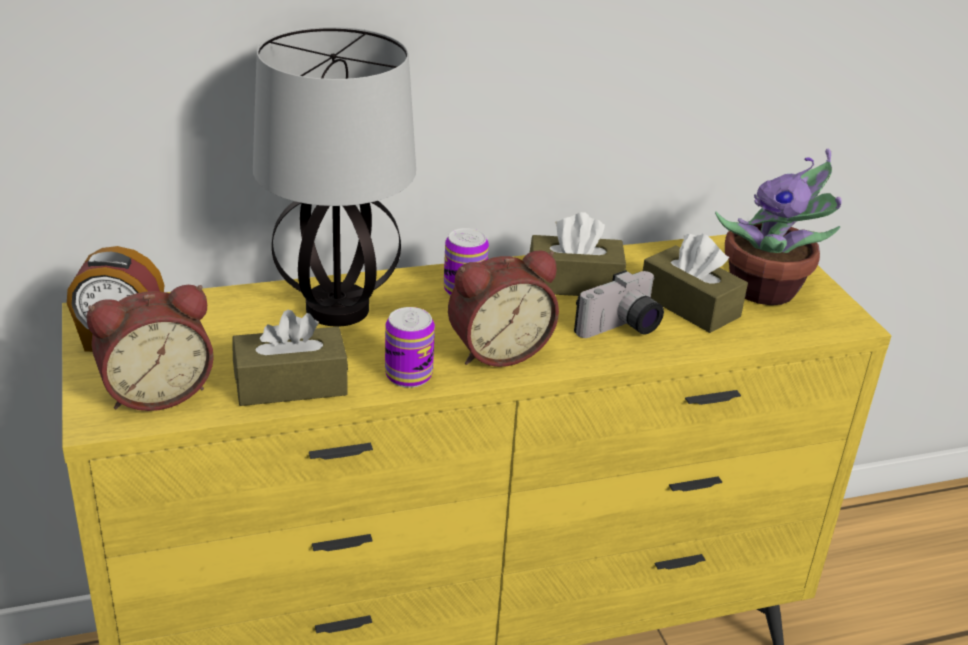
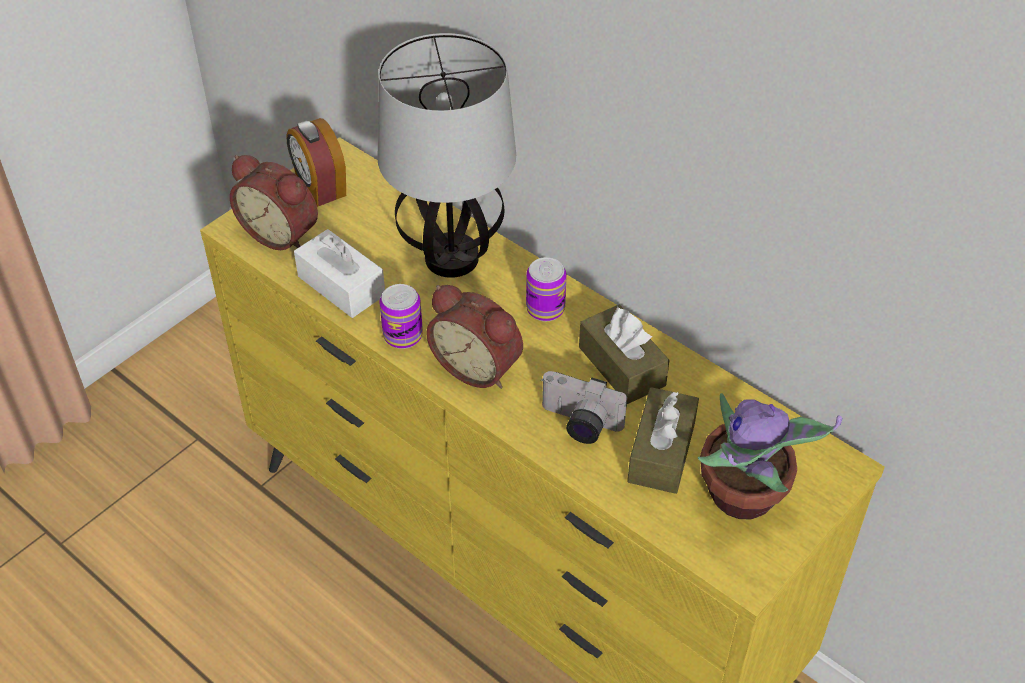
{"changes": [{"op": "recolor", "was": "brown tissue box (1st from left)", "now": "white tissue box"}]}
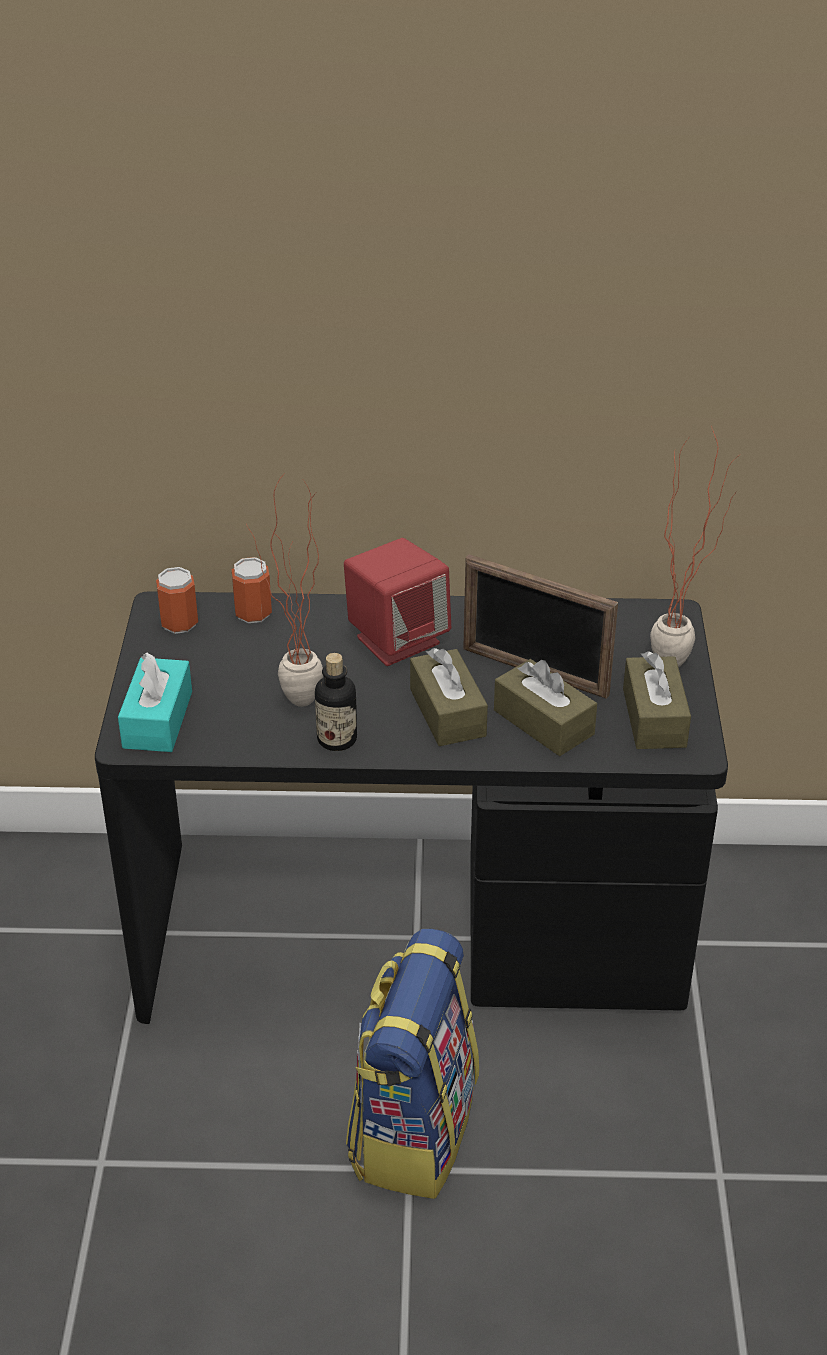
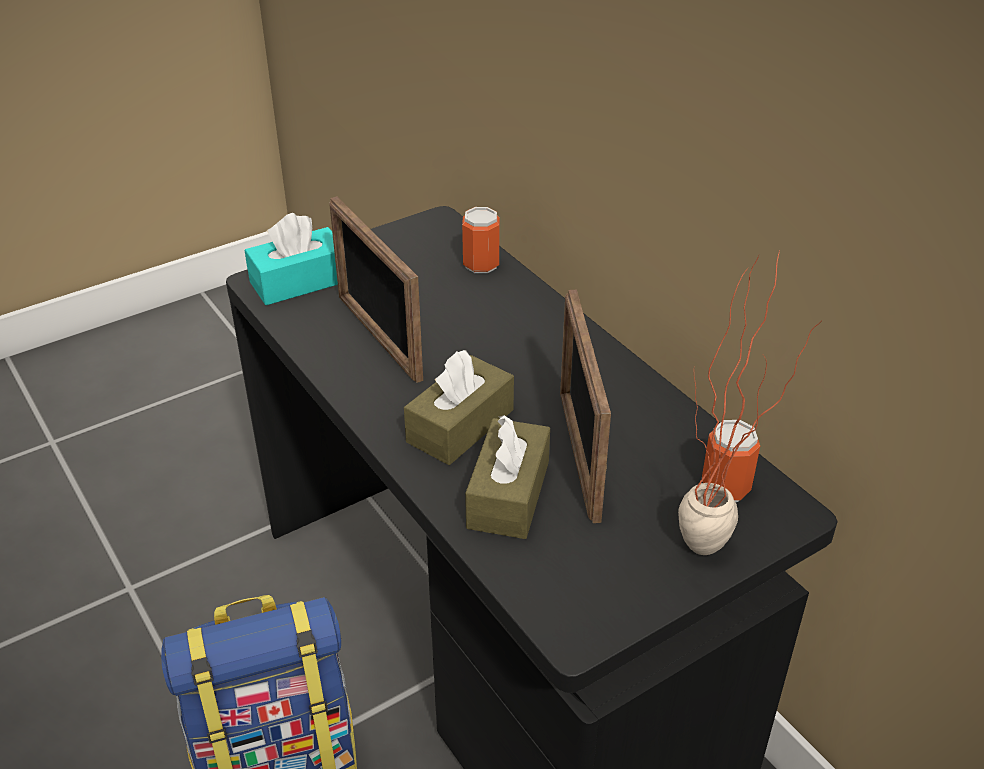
{"changes": [{"op": "replace", "was": "potted plant (1st from left)", "now": "picture frame (1st from left)"}, {"op": "delete", "was": "red speaker"}, {"op": "move", "was": "can (1st from left in the first image)", "now": "can (2nd from left)"}, {"op": "delete", "was": "brown tissue box (3rd from left)"}, {"op": "delete", "was": "bottle"}]}
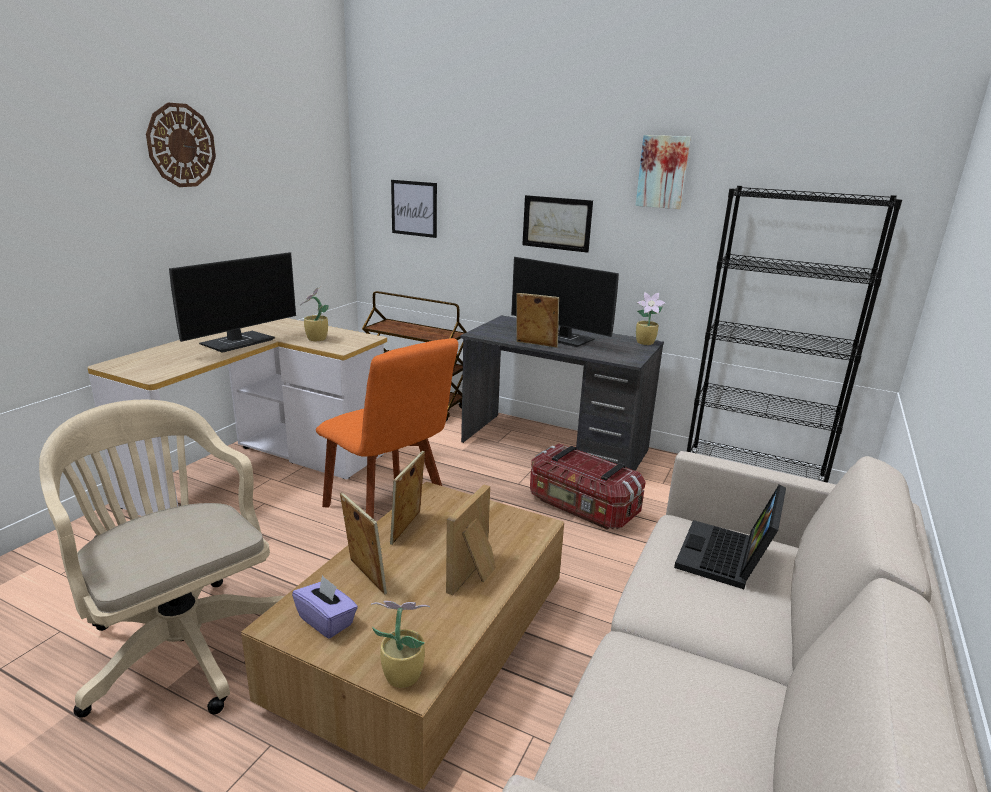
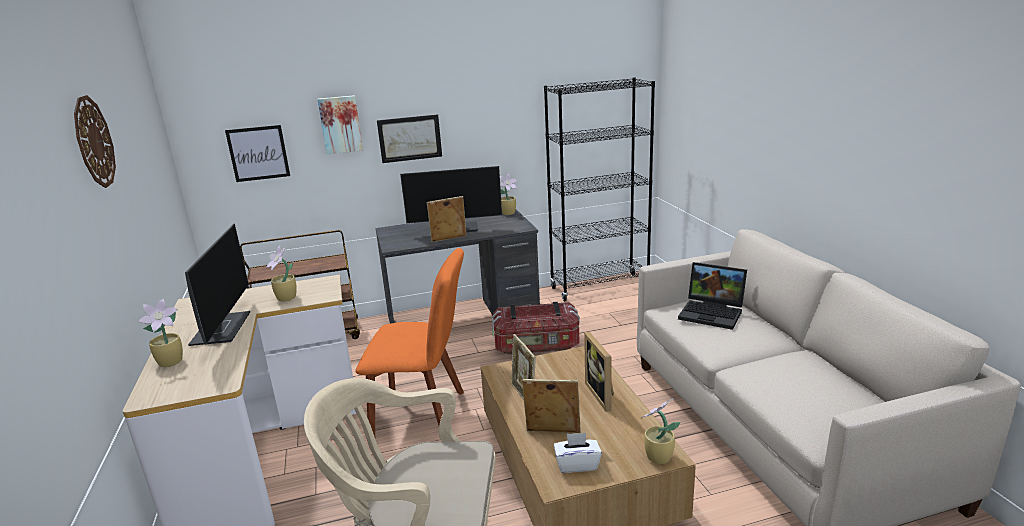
{"changes": [{"op": "move", "was": "picture (3rd from left in the first image)", "now": "picture (2nd from left)"}, {"op": "rotate", "was": "laptop", "clockwise": -45}, {"op": "recolor", "was": "purple tissue box", "now": "white tissue box"}, {"op": "insert", "now": "potted plant (1st from left)"}]}
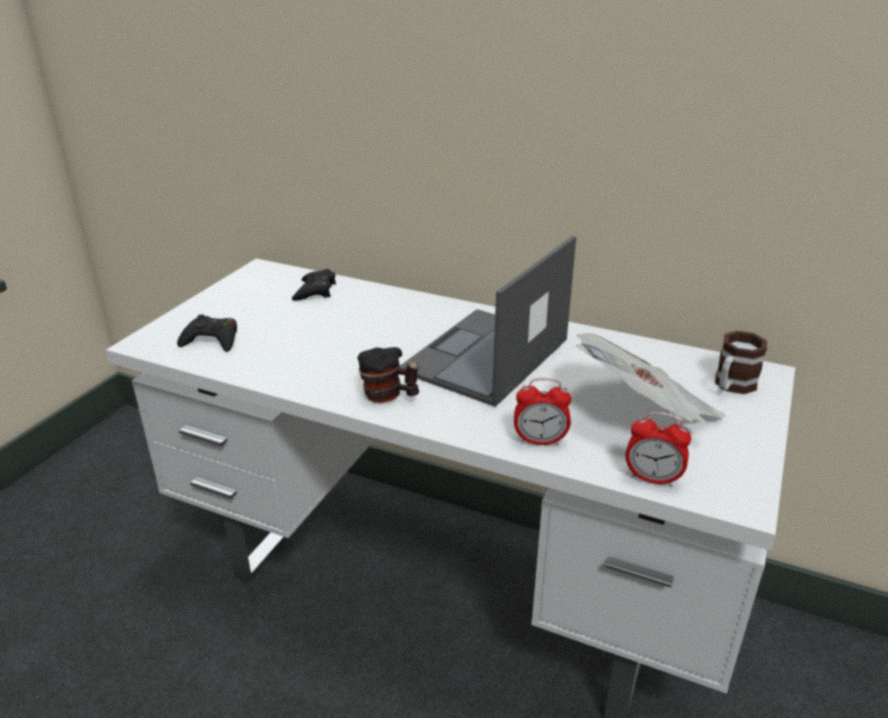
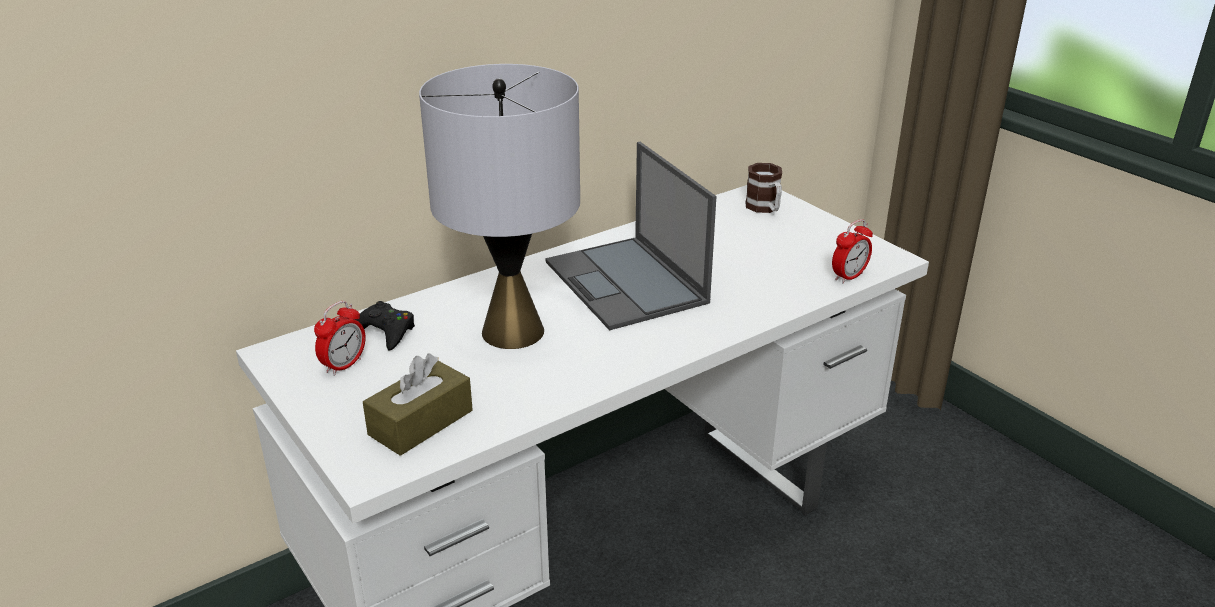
{"changes": [{"op": "replace", "was": "black game controller (1st from left)", "now": "brown tissue box"}, {"op": "delete", "was": "newspaper"}, {"op": "delete", "was": "mug (1st from left)"}, {"op": "move", "was": "alarm clock (1st from left)"}, {"op": "insert", "now": "grey table lamp"}]}
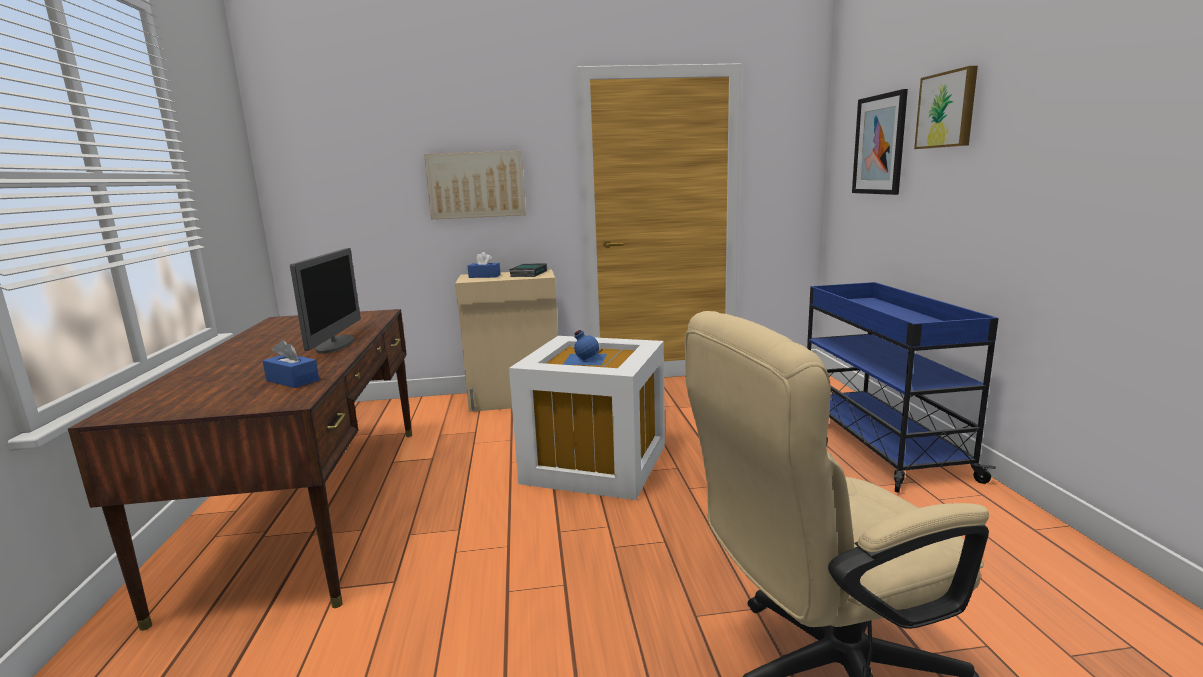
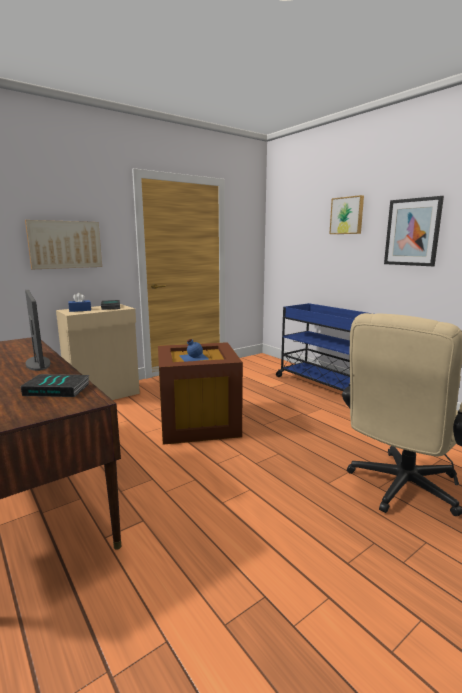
{"changes": [{"op": "move", "was": "picture (2nd from left in the first image)", "now": "picture (3rd from left)"}, {"op": "recolor", "was": "white storage box", "now": "brown storage box"}, {"op": "replace", "was": "blue tissue box (1st from left)", "now": "book (1st from left)"}]}
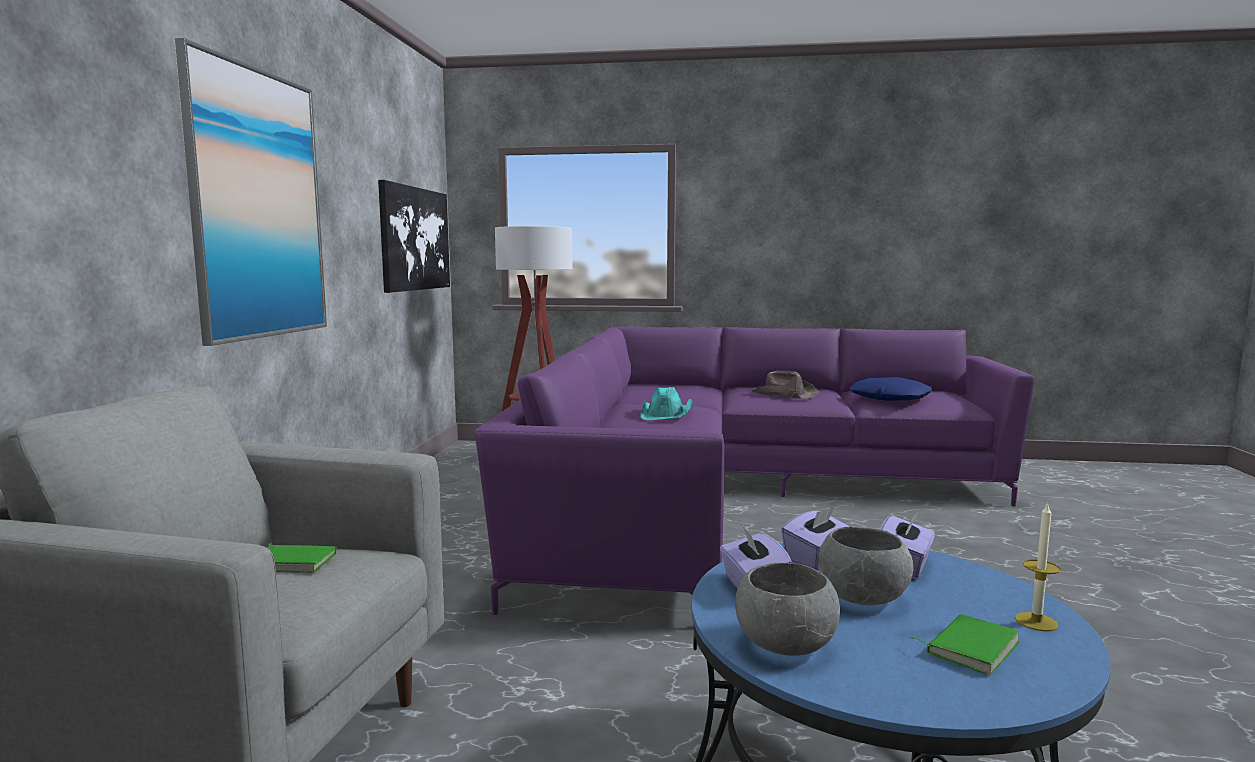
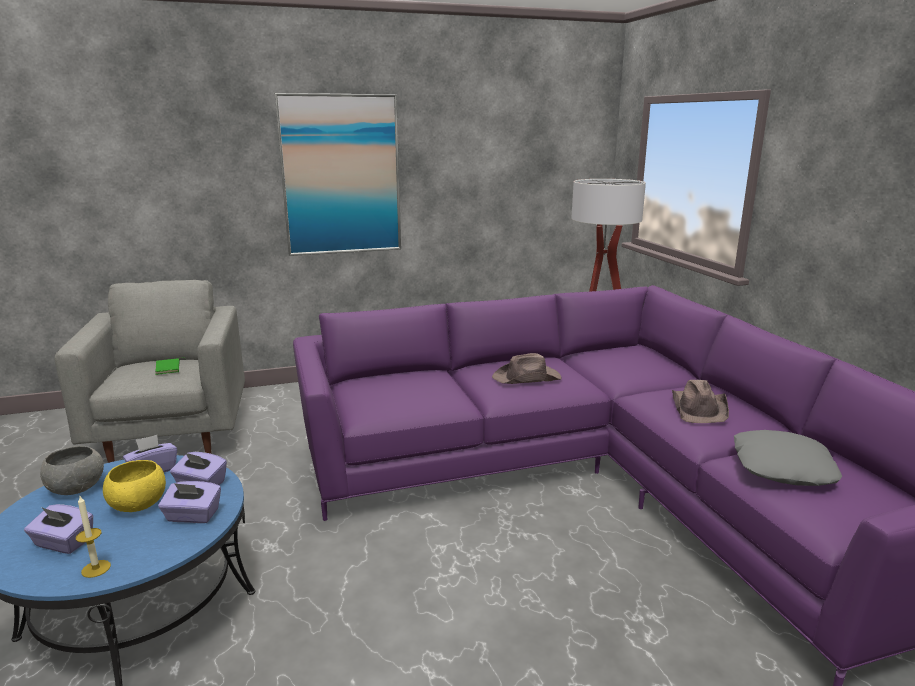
{"changes": [{"op": "delete", "was": "picture (2nd from left)"}, {"op": "recolor", "was": "blue pillow", "now": "grey pillow"}, {"op": "recolor", "was": "turquoise hat", "now": "brown hat (1st from left)"}, {"op": "recolor", "was": "grey bowl (2nd from left)", "now": "yellow bowl"}, {"op": "replace", "was": "green book (2nd from left)", "now": "purple tissue box (1st from left)"}]}
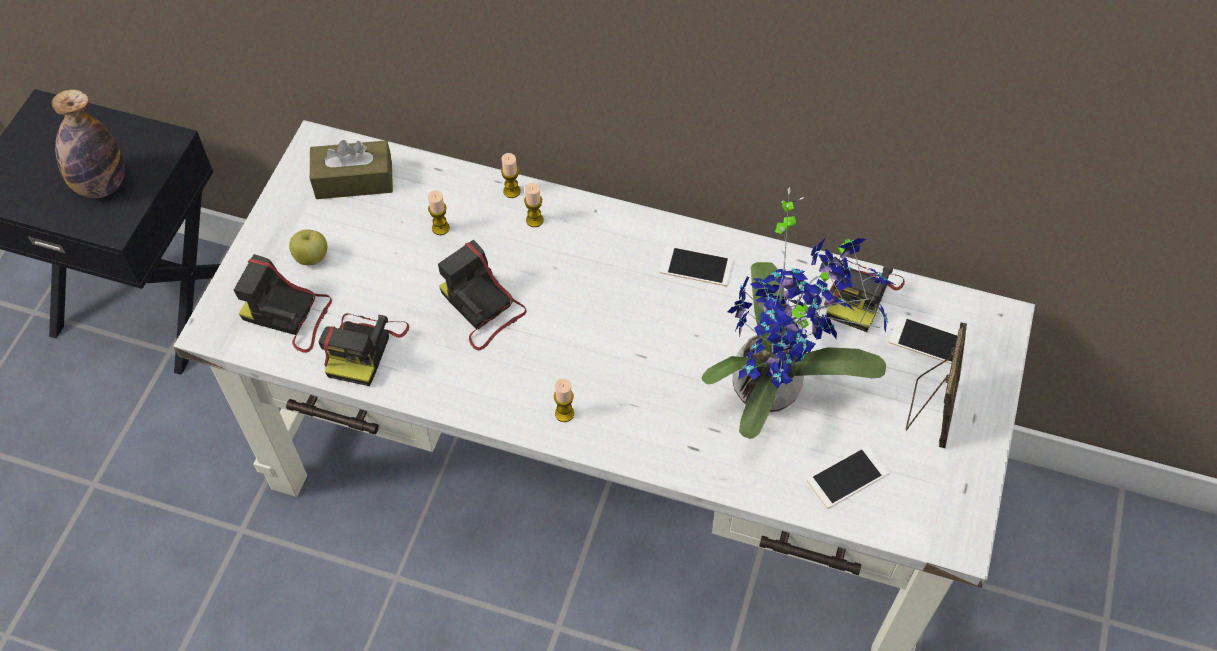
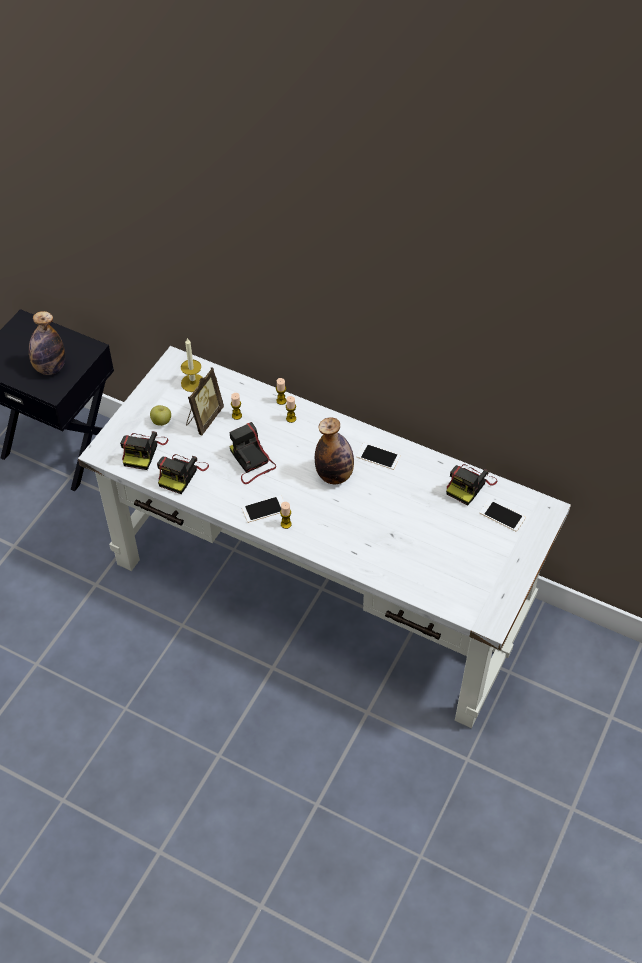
{"changes": [{"op": "replace", "was": "brown tissue box", "now": "candle (1st from left)"}, {"op": "delete", "was": "potted plant"}, {"op": "rotate", "was": "photo camera (1st from left)", "clockwise": -105}, {"op": "move", "was": "picture frame"}, {"op": "move", "was": "phone (2nd from left in the first image)", "now": "phone (1st from left)"}, {"op": "insert", "now": "bottle (2nd from left)"}]}
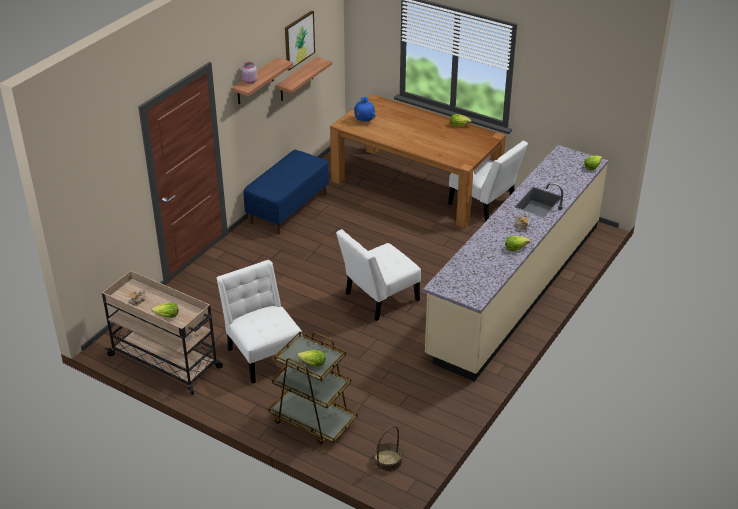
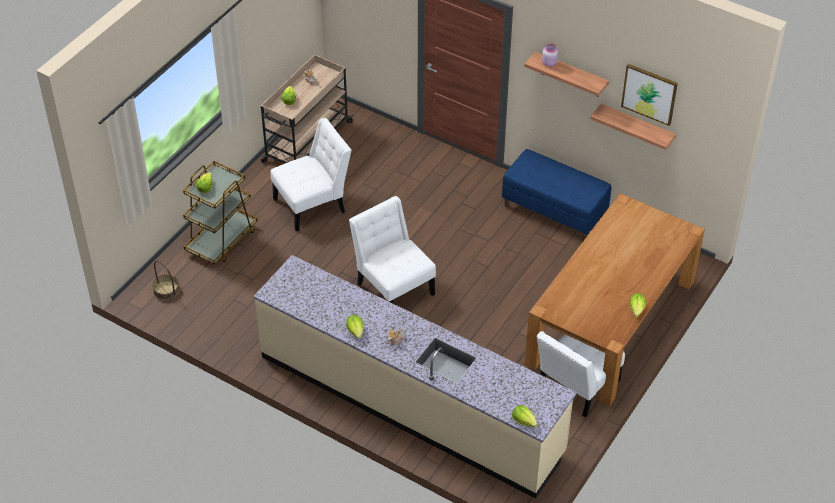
{"changes": [{"op": "delete", "was": "blue vase"}]}
